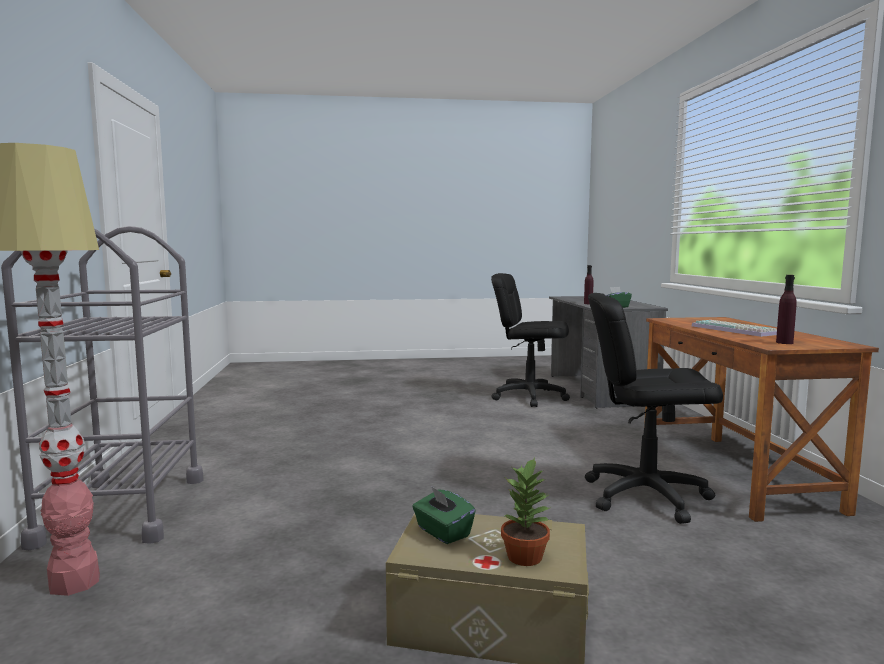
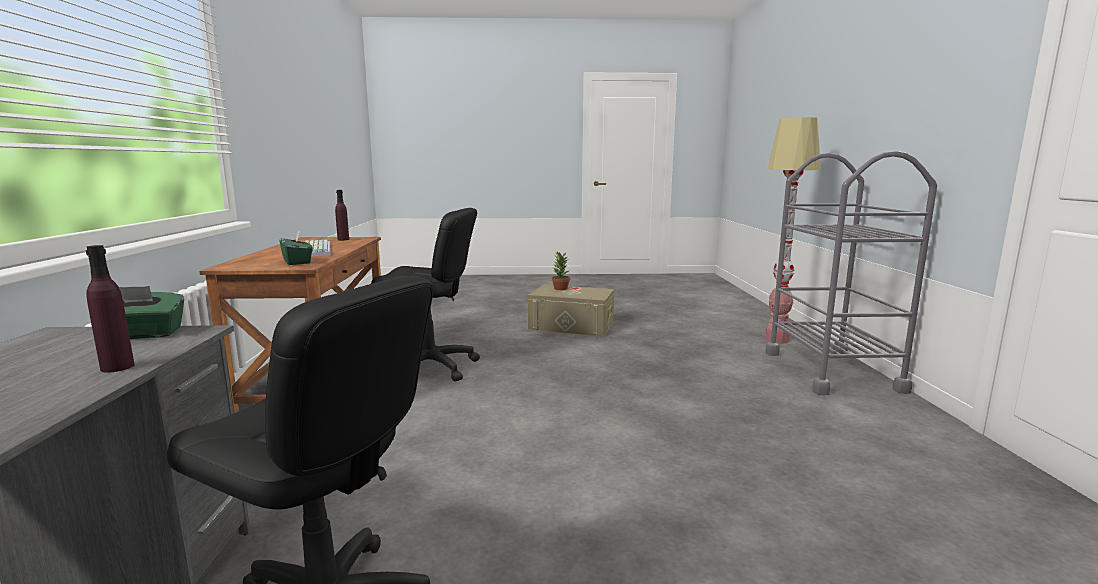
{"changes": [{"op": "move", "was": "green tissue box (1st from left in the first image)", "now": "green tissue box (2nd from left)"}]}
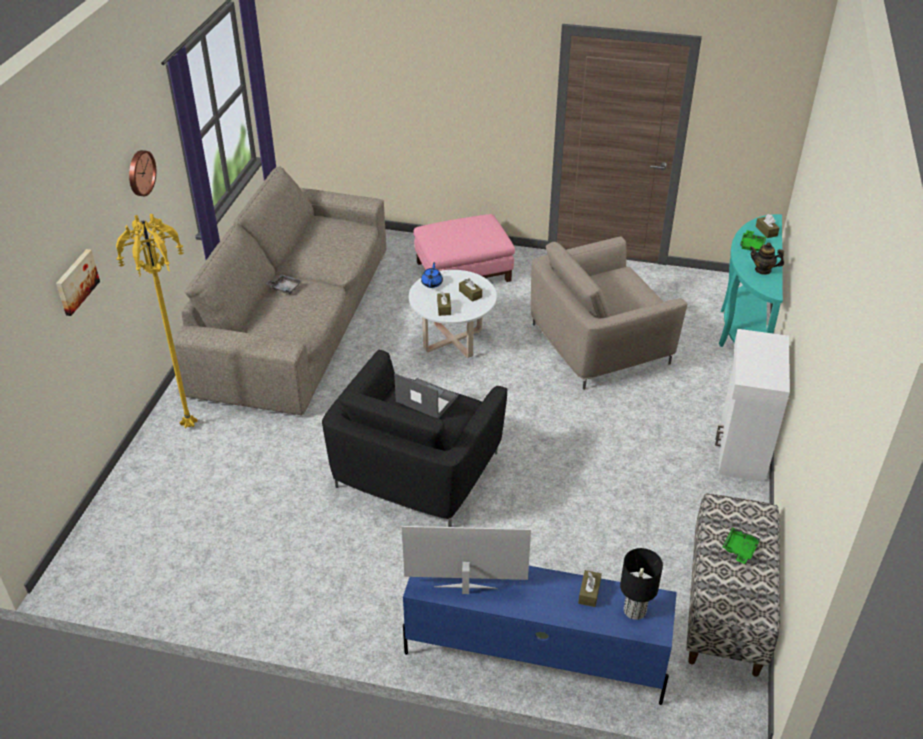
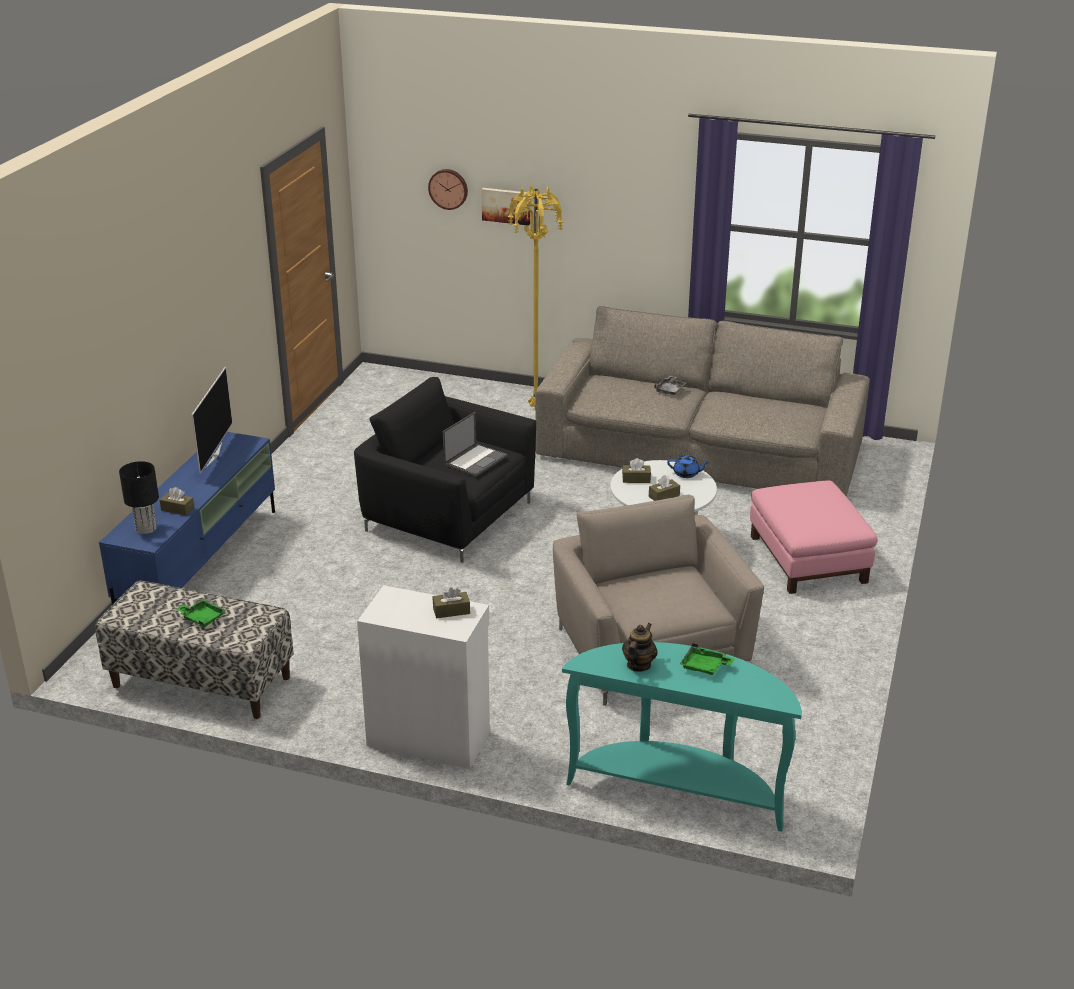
{"changes": [{"op": "move", "was": "wall clock"}, {"op": "move", "was": "brown tissue box (4th from left in the first image)", "now": "brown tissue box (2nd from left)"}]}
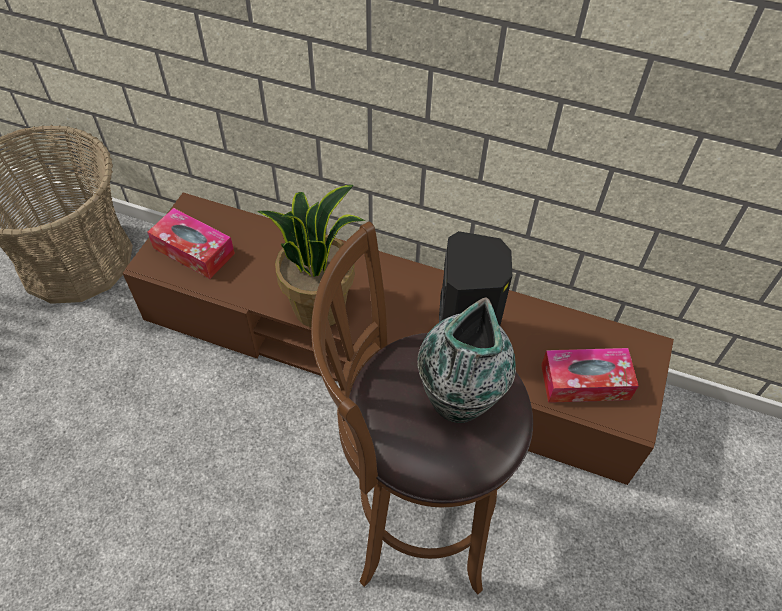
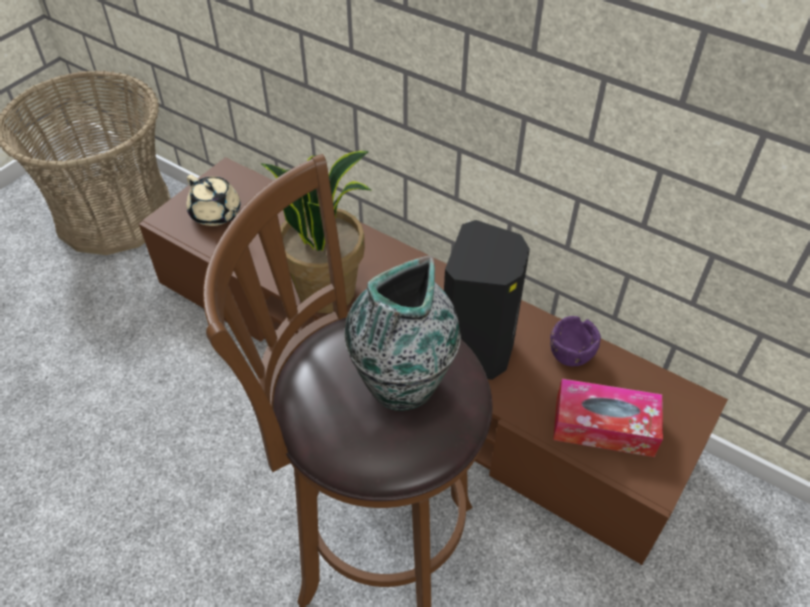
{"changes": [{"op": "replace", "was": "tissue box (1st from left)", "now": "beige teapot"}, {"op": "insert", "now": "purple bowl"}]}
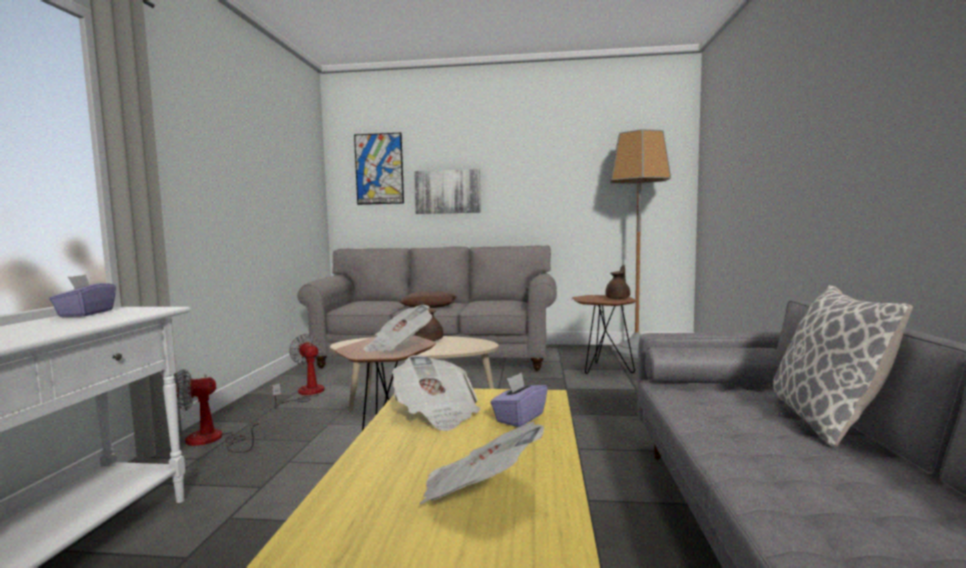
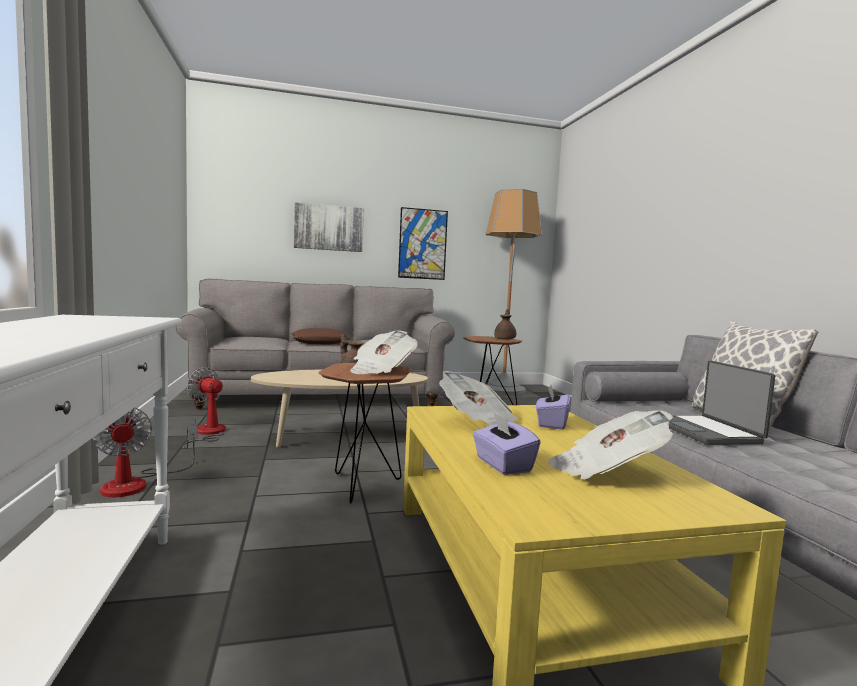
{"changes": [{"op": "move", "was": "picture (1st from left in the first image)", "now": "picture (2nd from left)"}, {"op": "move", "was": "purple tissue box (1st from left)"}, {"op": "rotate", "was": "fan (1st from left)", "clockwise": -75}, {"op": "insert", "now": "laptop"}]}
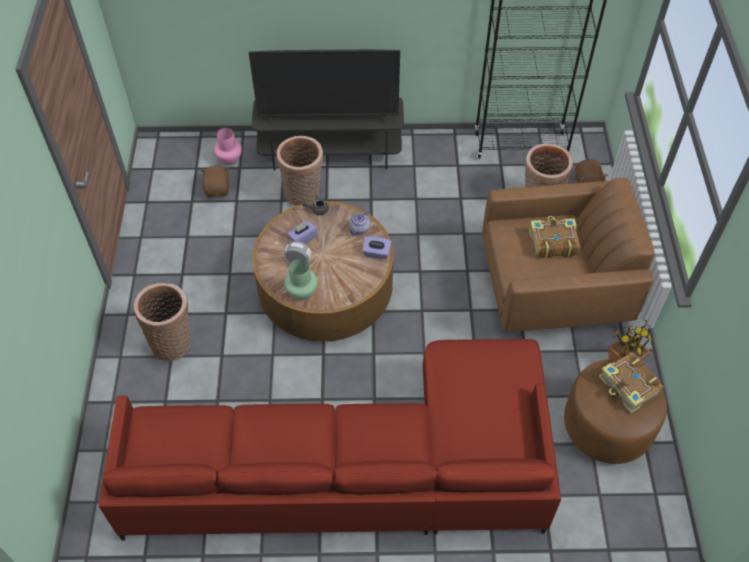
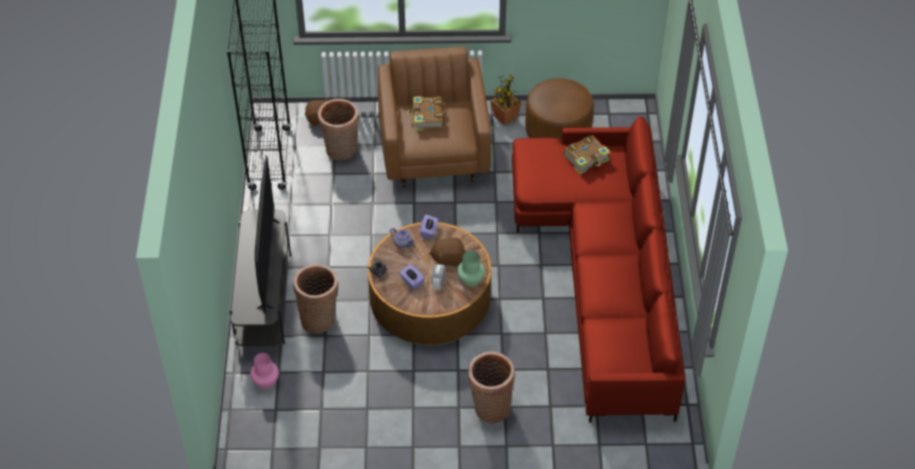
{"changes": [{"op": "move", "was": "brown plush toy (1st from left in the first image)", "now": "brown plush toy (2nd from left)"}, {"op": "move", "was": "book (2nd from left)"}]}
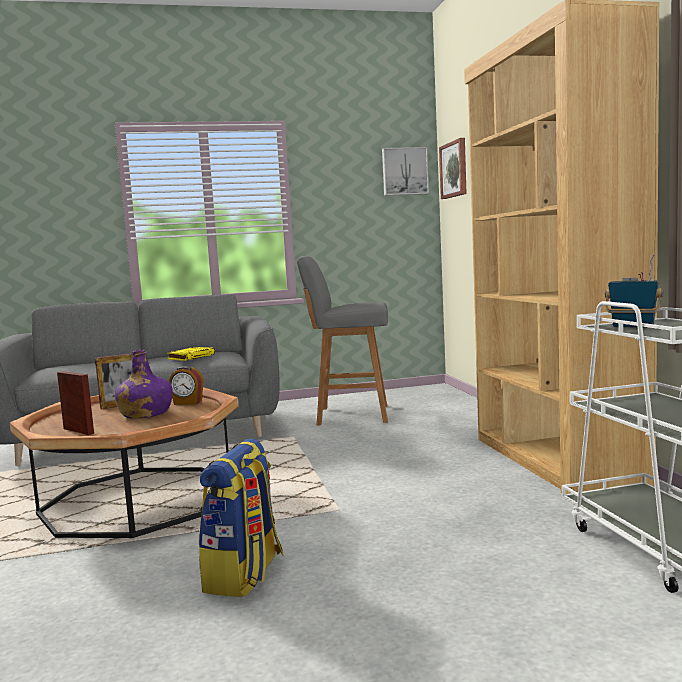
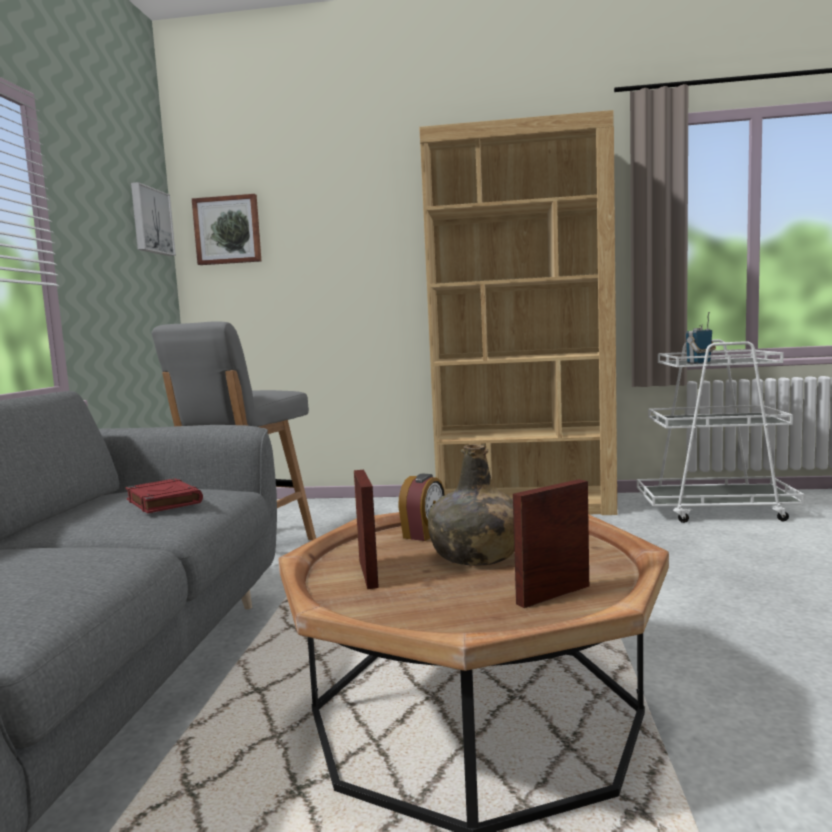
{"changes": [{"op": "recolor", "was": "yellow book", "now": "red book"}, {"op": "recolor", "was": "purple bottle", "now": "green bottle"}, {"op": "delete", "was": "backpack"}]}
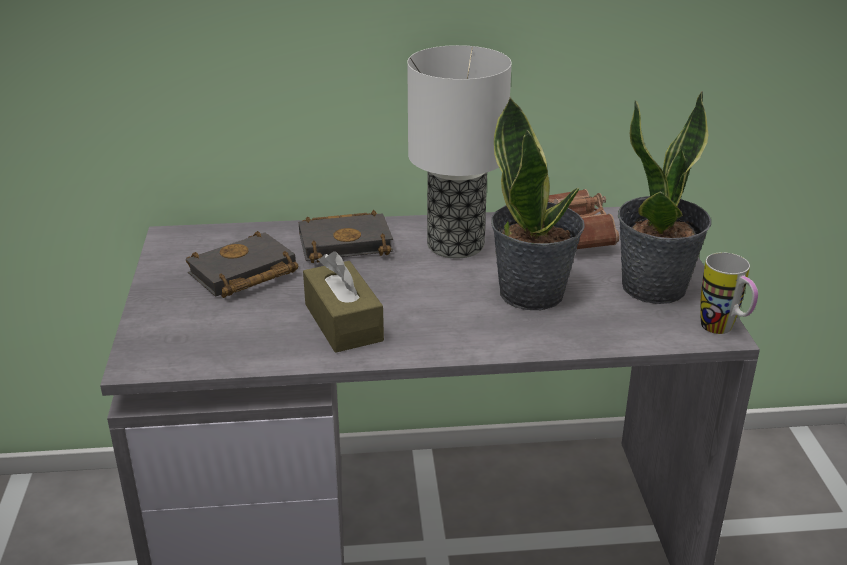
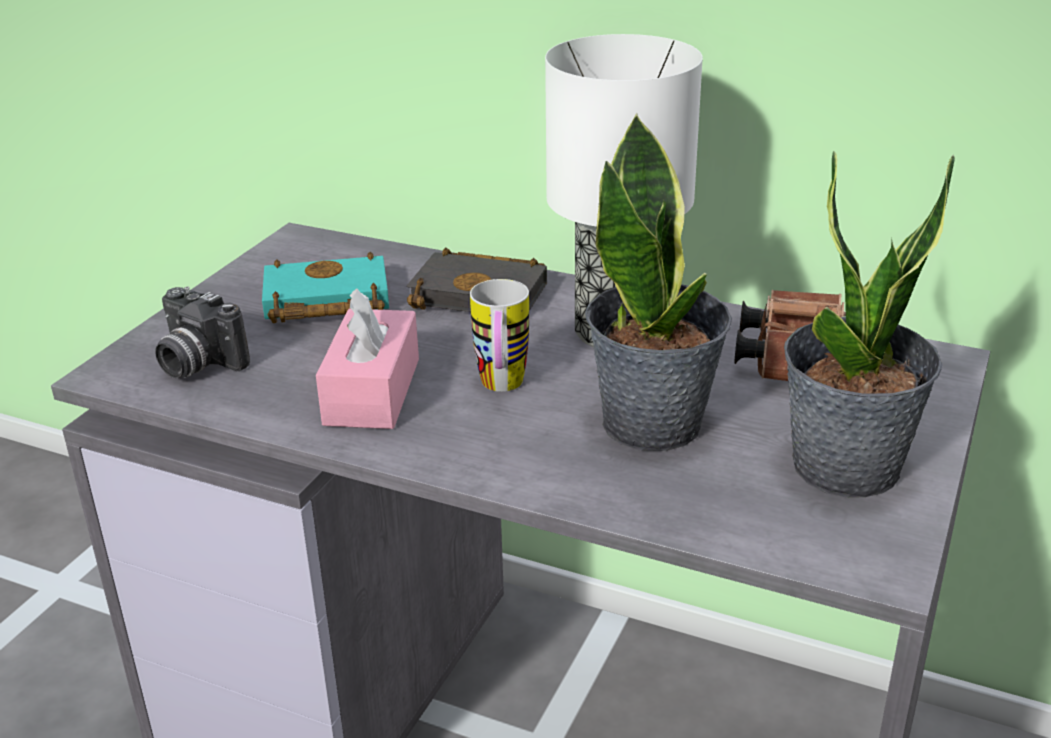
{"changes": [{"op": "recolor", "was": "black book (1st from left)", "now": "turquoise book"}, {"op": "recolor", "was": "brown tissue box", "now": "pink tissue box"}, {"op": "move", "was": "mug"}, {"op": "insert", "now": "photo camera"}]}
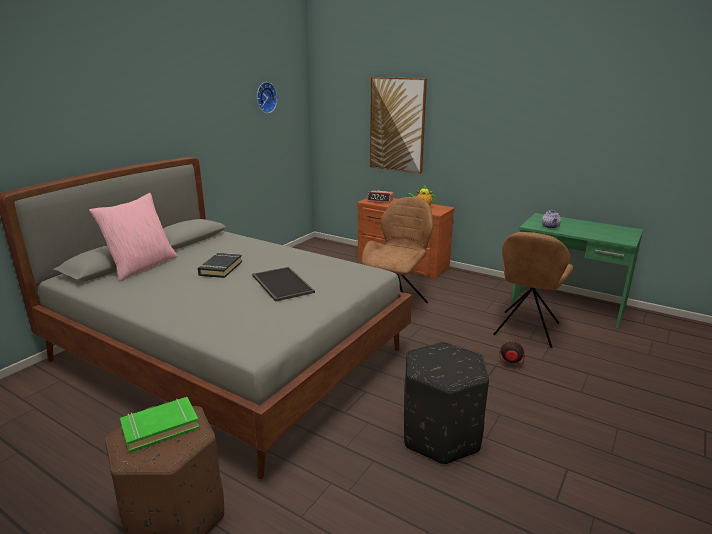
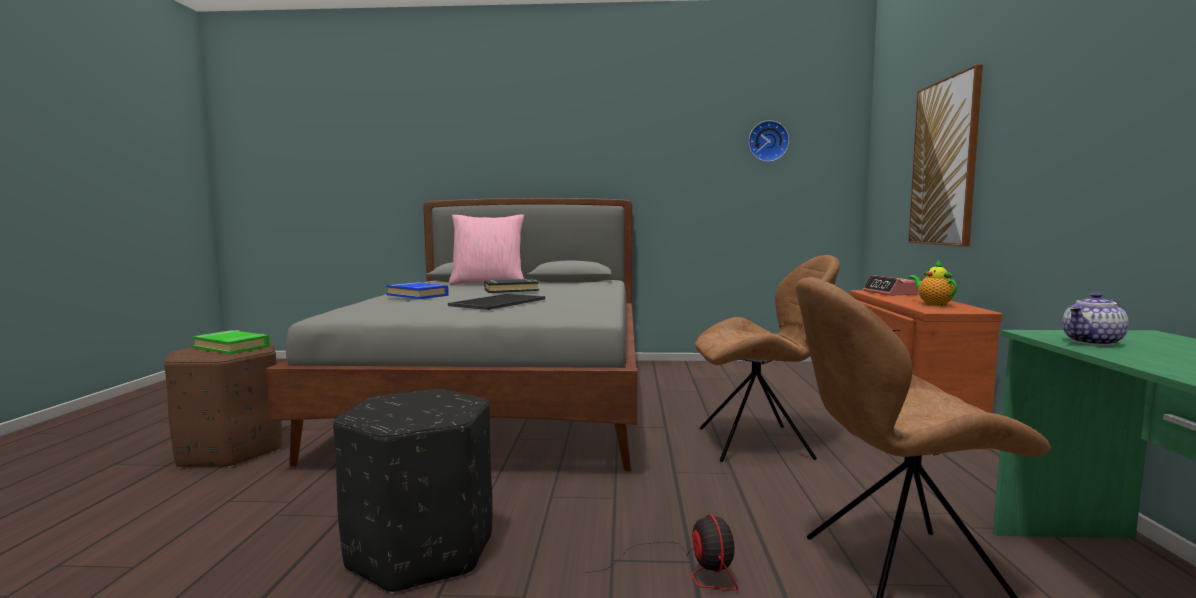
{"changes": [{"op": "insert", "now": "blue book"}]}
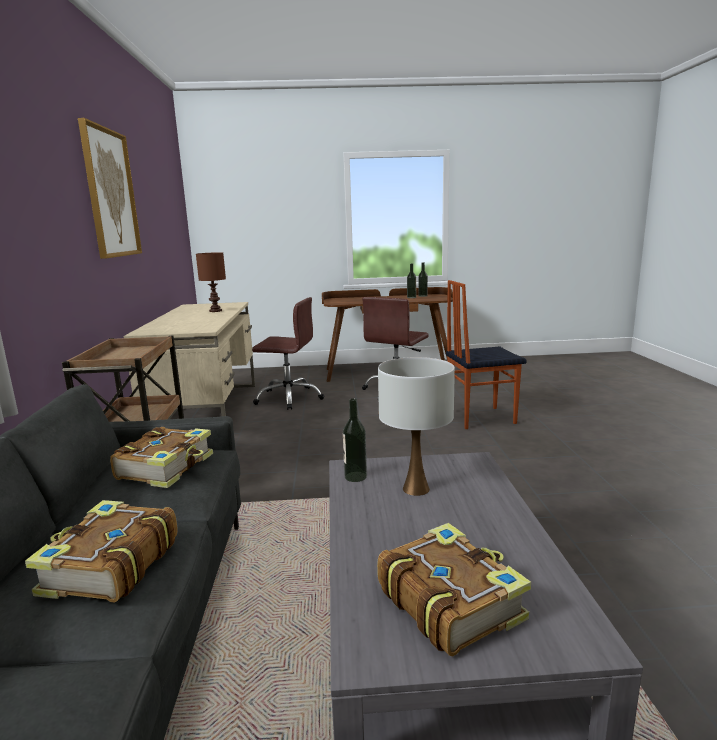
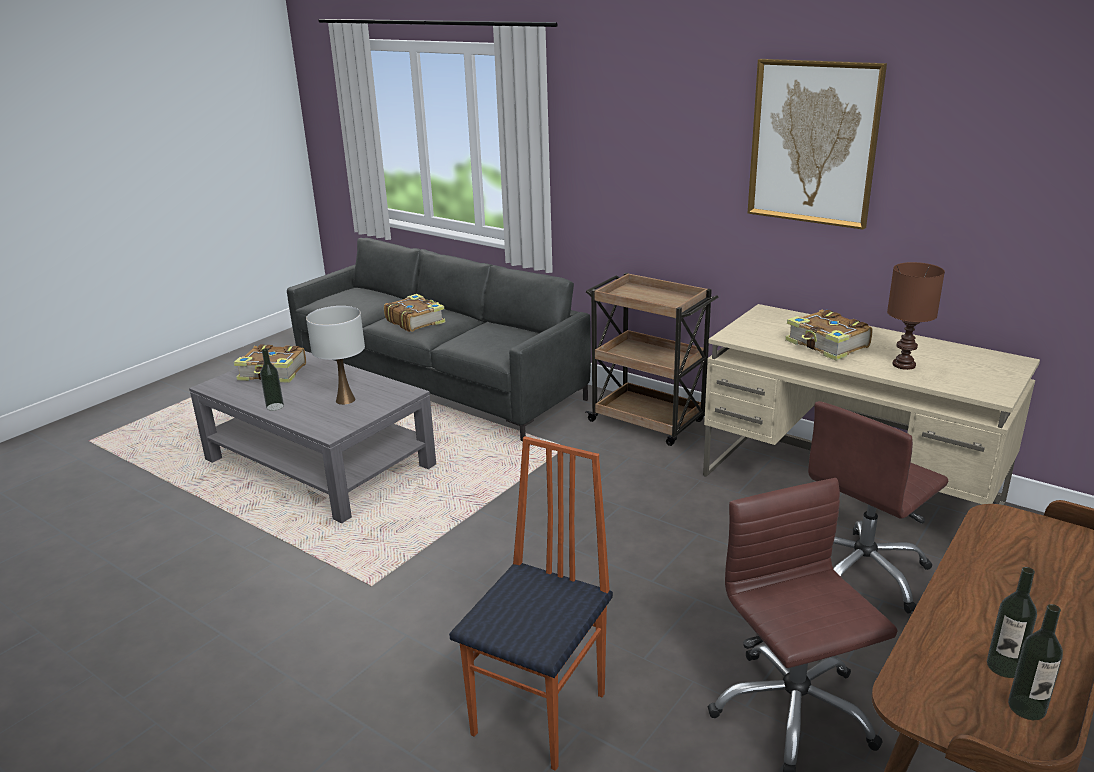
{"changes": [{"op": "move", "was": "bottle (1st from left)"}, {"op": "move", "was": "book (2nd from left in the first image)", "now": "book (3rd from left)"}]}
